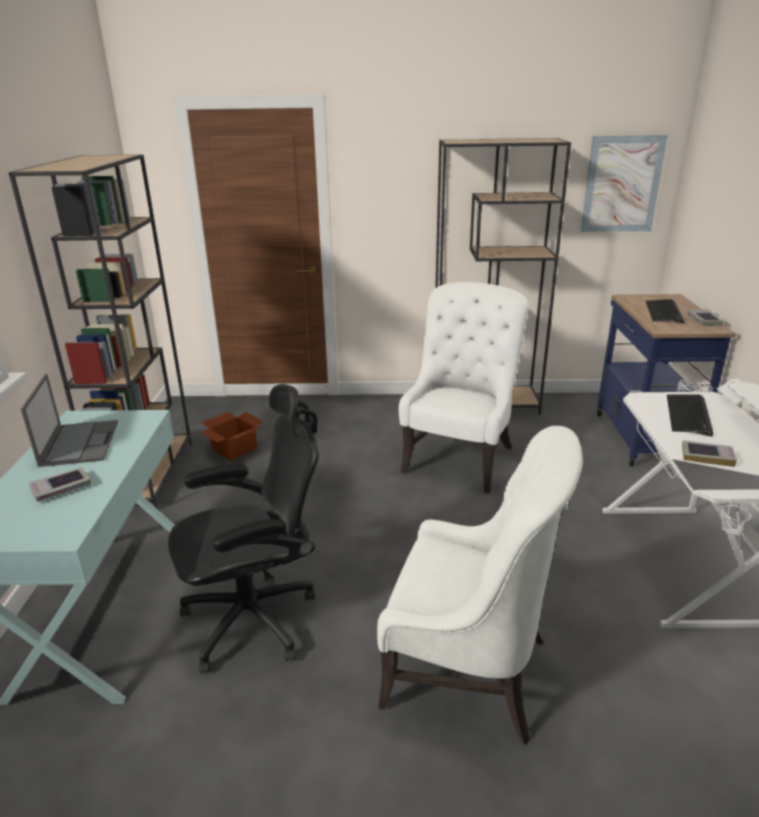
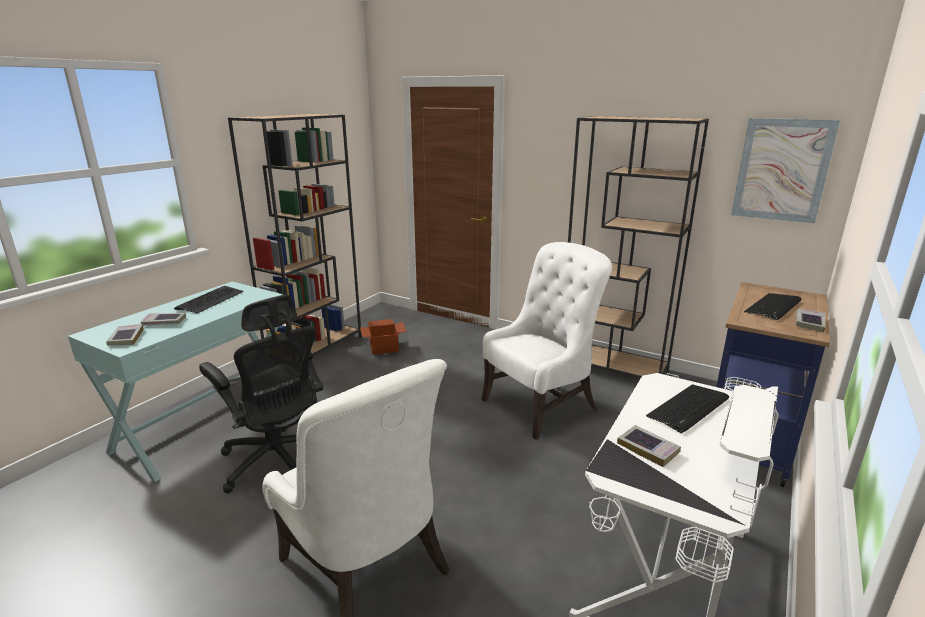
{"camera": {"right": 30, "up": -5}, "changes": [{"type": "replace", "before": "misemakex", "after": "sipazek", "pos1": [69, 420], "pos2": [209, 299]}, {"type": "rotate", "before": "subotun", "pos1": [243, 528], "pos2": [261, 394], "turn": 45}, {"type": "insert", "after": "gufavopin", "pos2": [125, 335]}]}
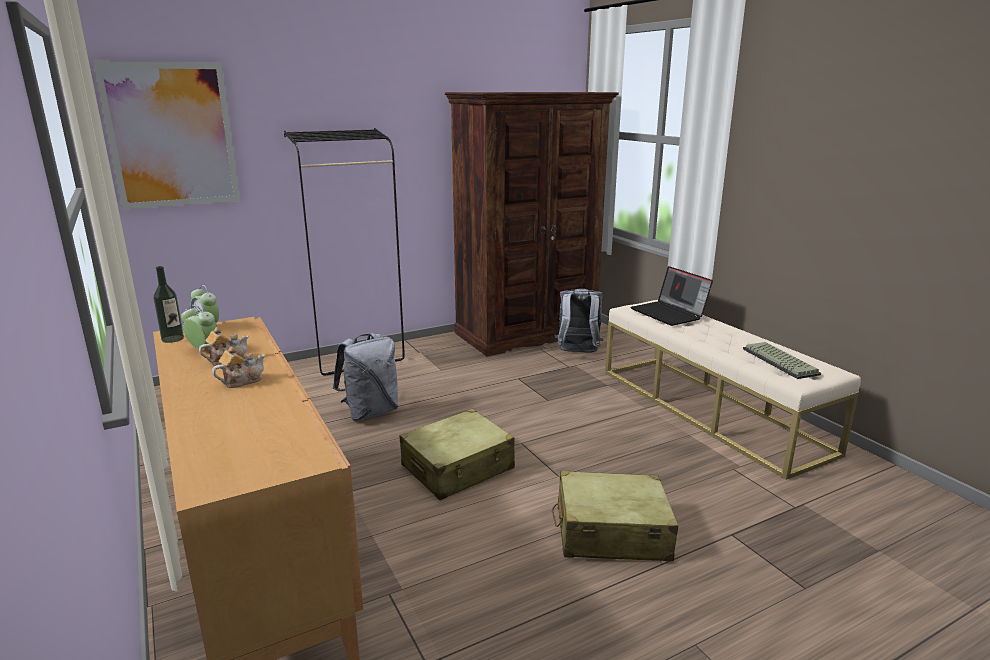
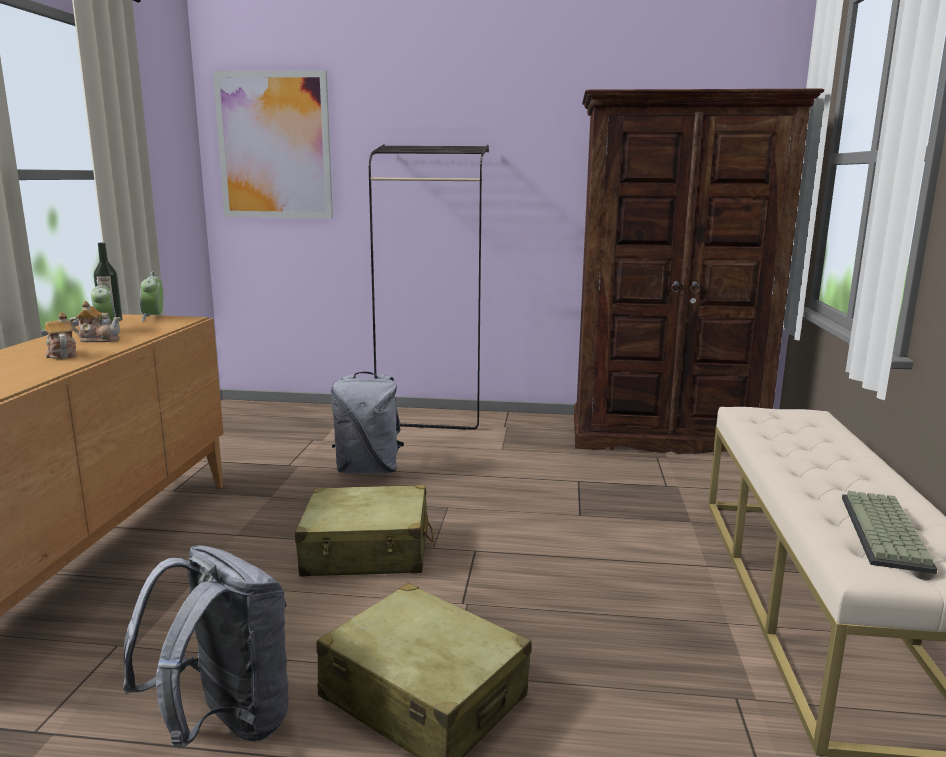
{"camera": {"right": 35, "up": -5}, "changes": [{"type": "delete", "before": "misemakex", "pos1": [671, 296]}, {"type": "move", "before": "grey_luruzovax", "pos1": [579, 321], "pos2": [206, 646]}, {"type": "rotate", "before": "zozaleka", "pos1": [238, 367], "pos2": [61, 335], "turn": -120}]}
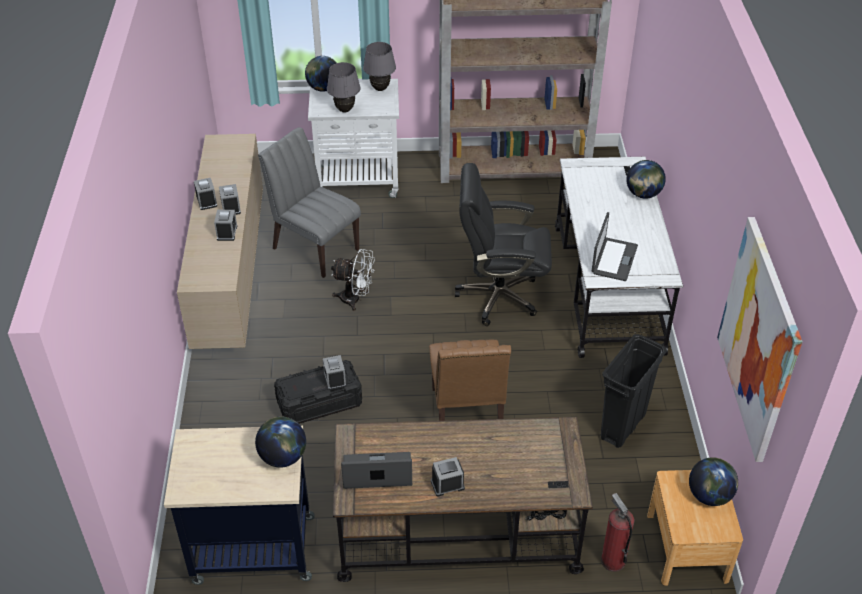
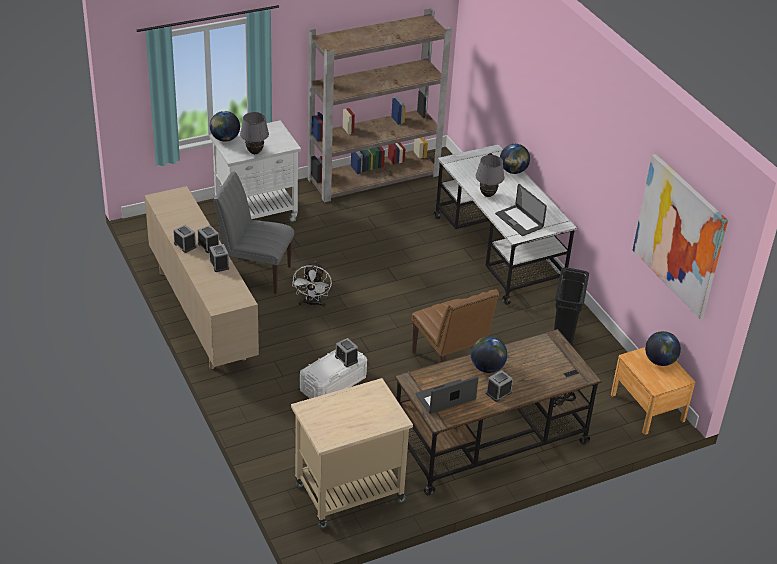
{"camera": {"right": -25, "up": -5}, "changes": [{"type": "move", "before": "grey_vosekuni", "pos1": [379, 66], "pos2": [490, 176]}, {"type": "delete", "before": "black_subotun", "pos1": [503, 244]}, {"type": "rotate", "before": "misemakex", "pos1": [615, 246], "pos2": [521, 210], "turn": 150}, {"type": "rotate", "before": "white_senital", "pos1": [353, 280], "pos2": [312, 284], "turn": 105}, {"type": "recolor", "before": "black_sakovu", "after": "white_sakovu", "pos1": [318, 392], "pos2": [333, 374]}, {"type": "move", "before": "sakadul", "pos1": [280, 442], "pos2": [489, 354]}, {"type": "recolor", "before": "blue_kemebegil", "after": "beige_kemebegil", "pos1": [239, 505], "pos2": [352, 453]}, {"type": "delete", "before": "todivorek", "pos1": [617, 532]}]}
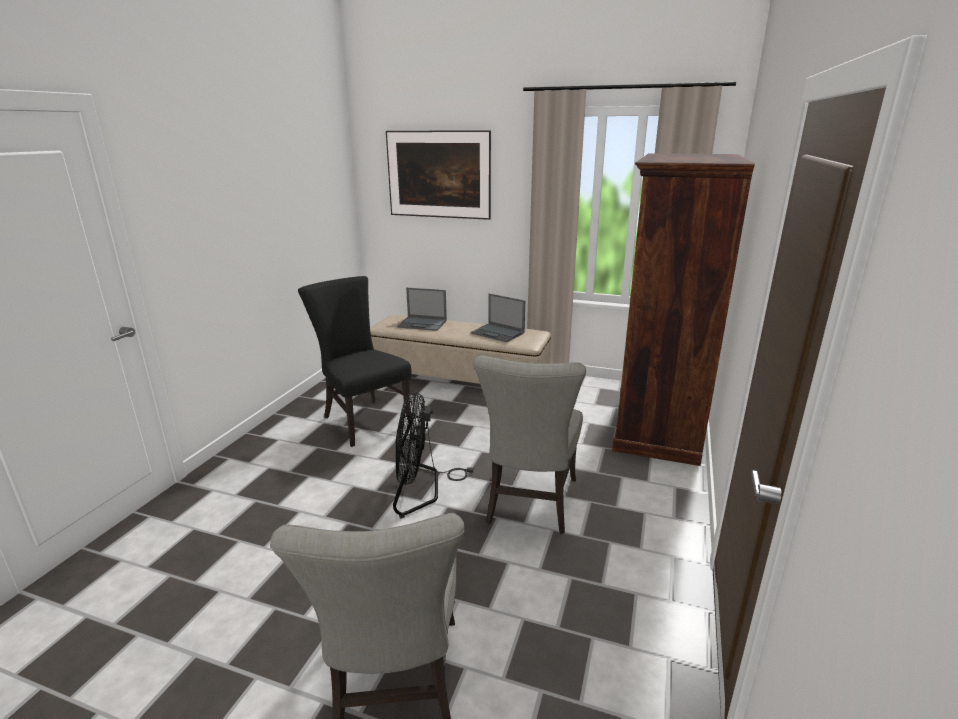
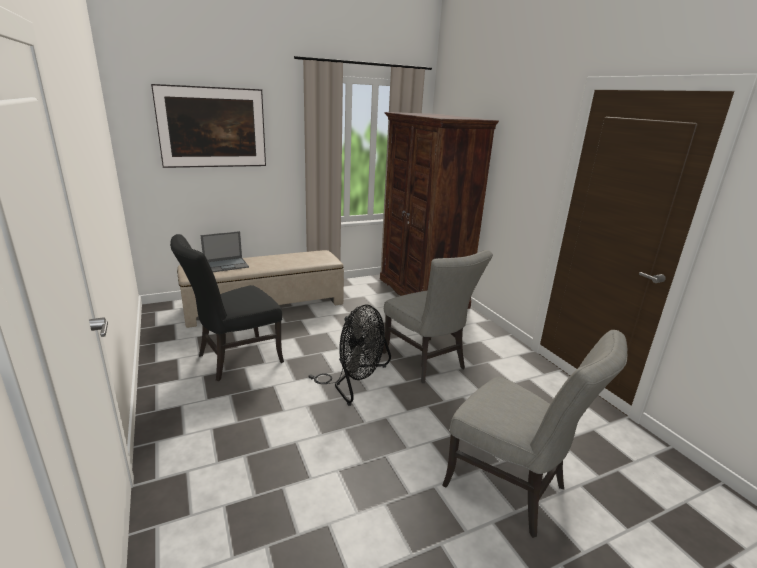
{"camera": {"right": -45, "up": 0}, "changes": [{"type": "rotate", "before": "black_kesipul", "pos1": [355, 361], "pos2": [227, 307], "turn": -45}, {"type": "delete", "before": "misemakex", "pos1": [497, 318]}, {"type": "rotate", "before": "black_senital", "pos1": [434, 455], "pos2": [349, 355], "turn": -105}]}
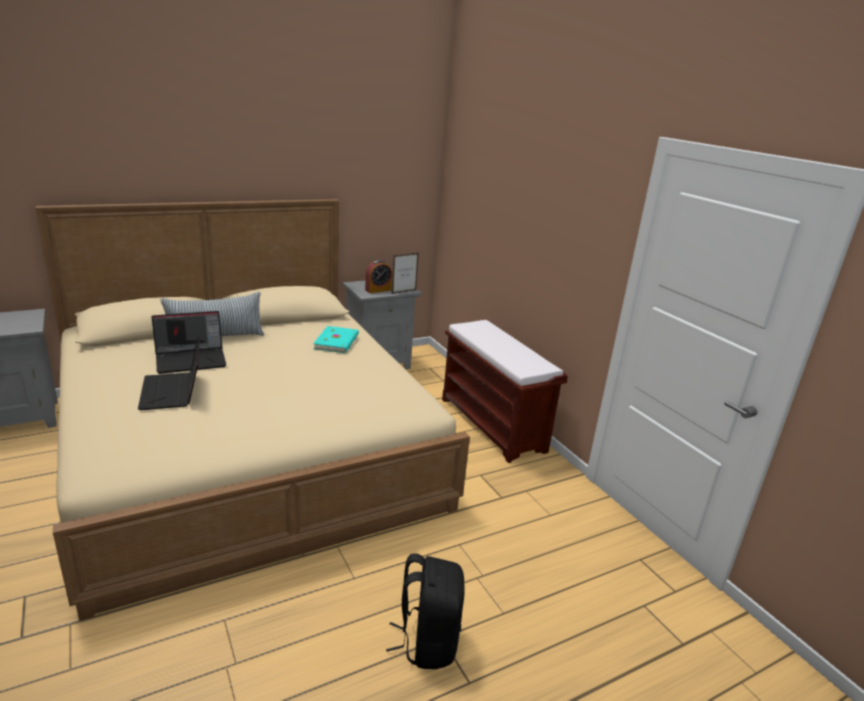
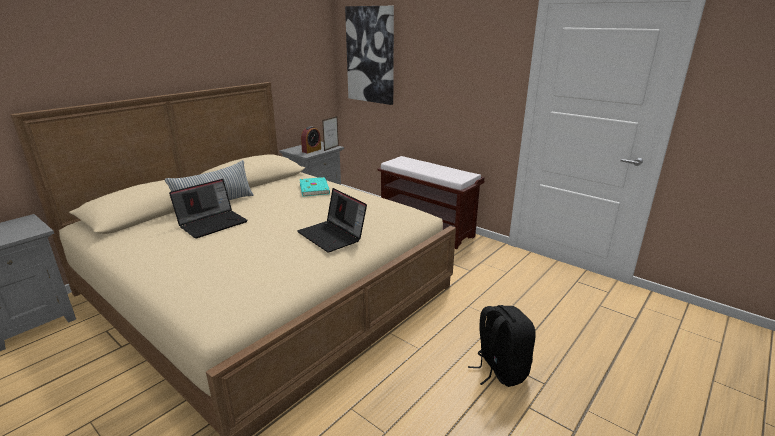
{"camera": {"right": -20, "up": 0}, "changes": [{"type": "move", "before": "misemakex", "pos1": [169, 372], "pos2": [332, 220]}, {"type": "insert", "after": "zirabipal", "pos2": [369, 55]}]}
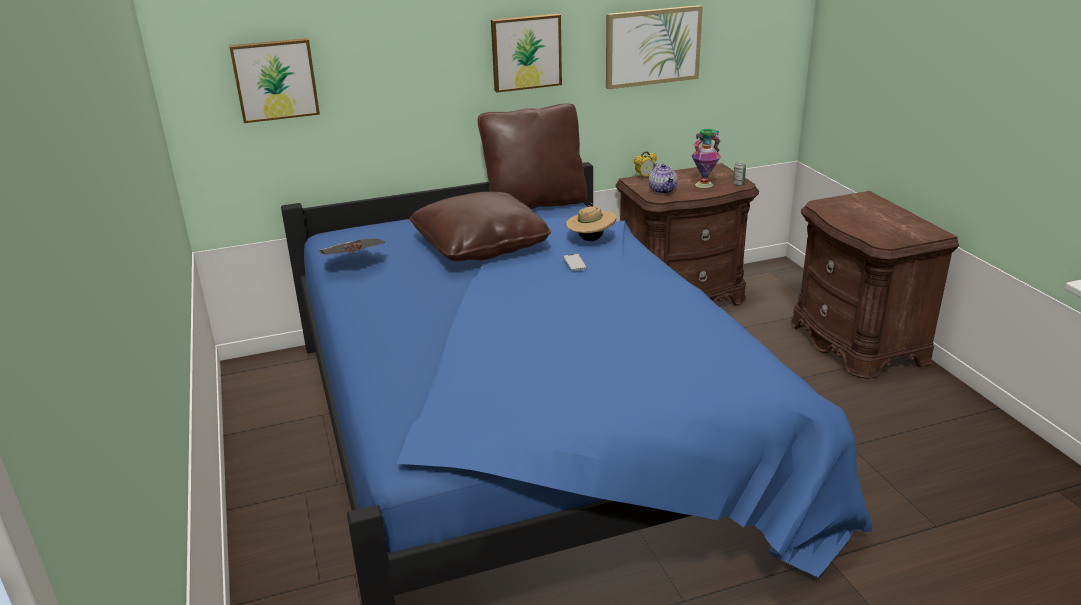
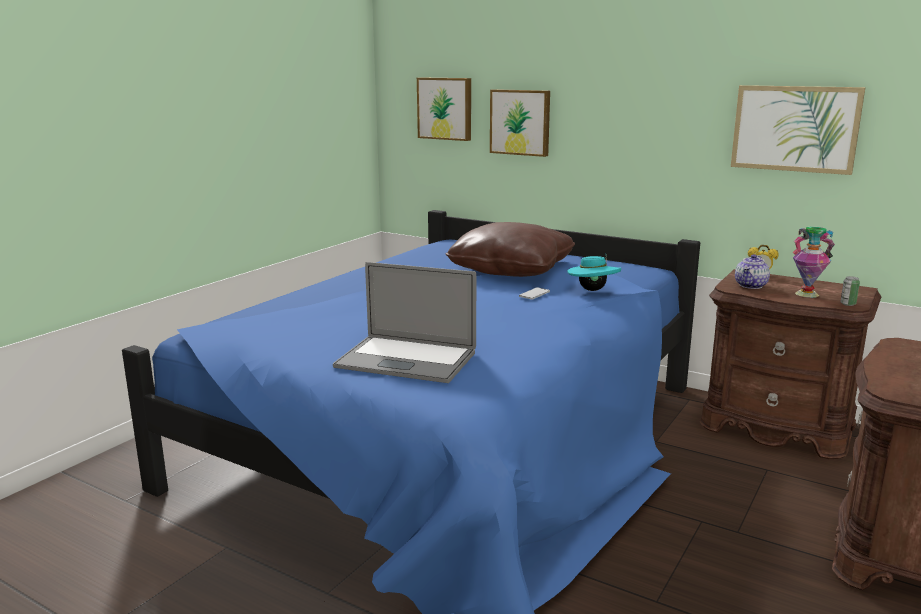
{"camera": {"right": 50, "up": -10}, "changes": [{"type": "move", "before": "zirabipal", "pos1": [526, 53], "pos2": [520, 123]}, {"type": "delete", "before": "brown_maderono", "pos1": [532, 156]}, {"type": "recolor", "before": "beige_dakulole", "after": "turquoise_dakulole", "pos1": [591, 221], "pos2": [594, 273]}, {"type": "delete", "before": "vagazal", "pos1": [351, 247]}, {"type": "insert", "after": "misemakex", "pos2": [404, 322]}]}
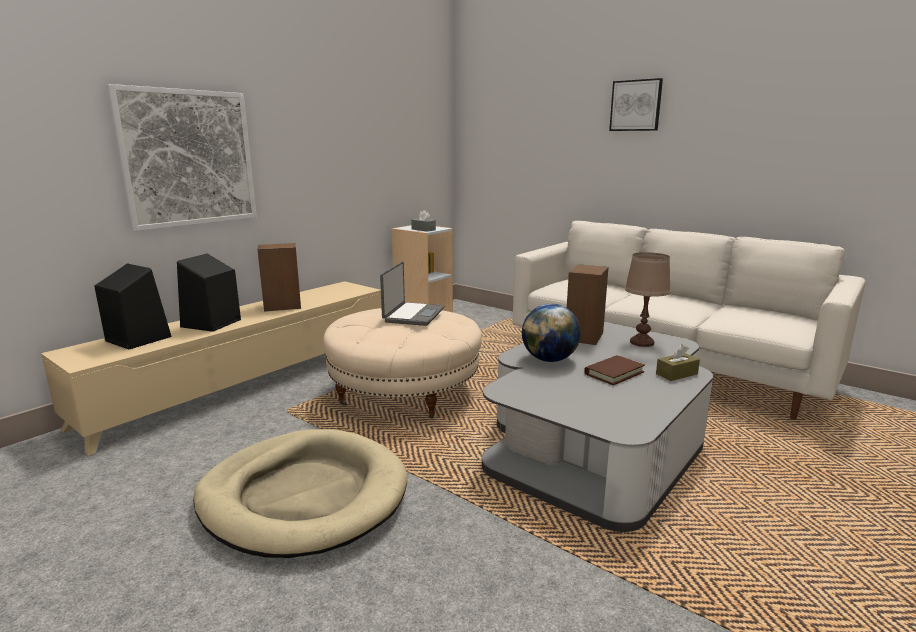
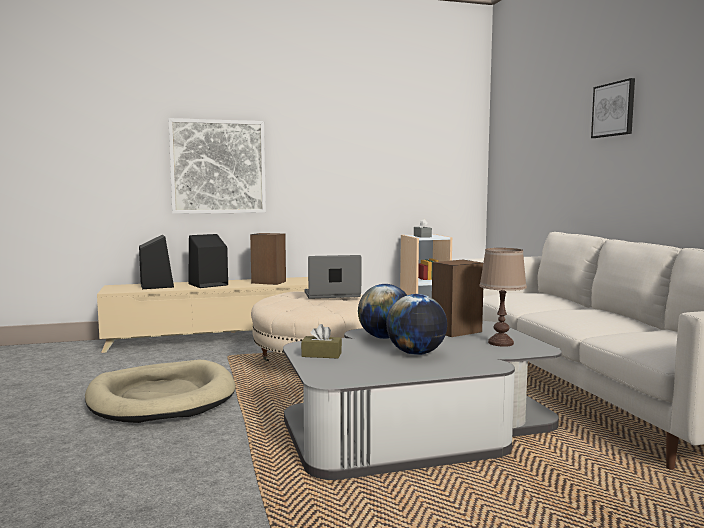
{"camera": {"right": 35, "up": -10}, "changes": [{"type": "rotate", "before": "misemakex", "pos1": [412, 294], "pos2": [332, 277], "turn": -150}, {"type": "move", "before": "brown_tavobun", "pos1": [678, 363], "pos2": [321, 341]}, {"type": "replace", "before": "brown_gufavopin", "after": "sakadul", "pos1": [614, 370], "pos2": [416, 324]}]}
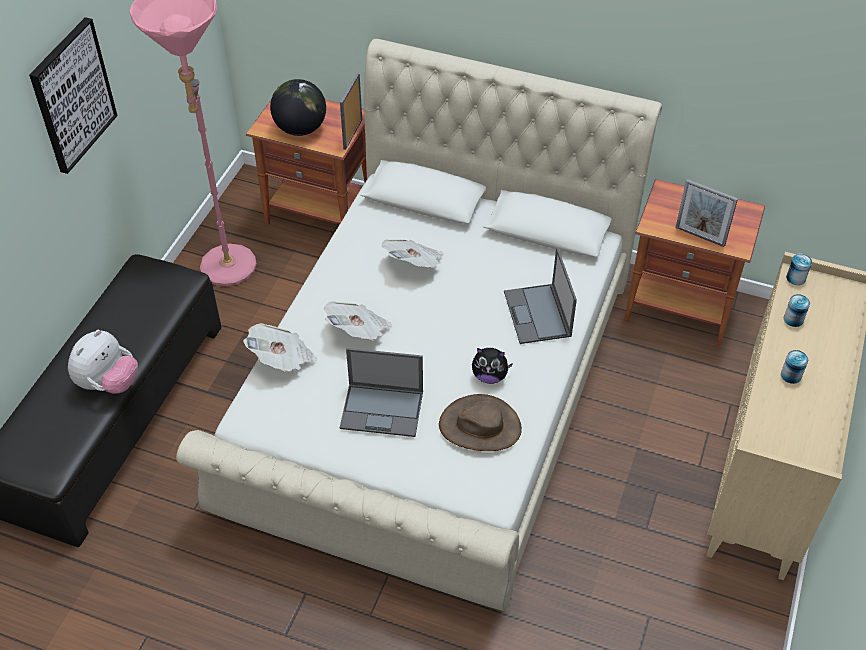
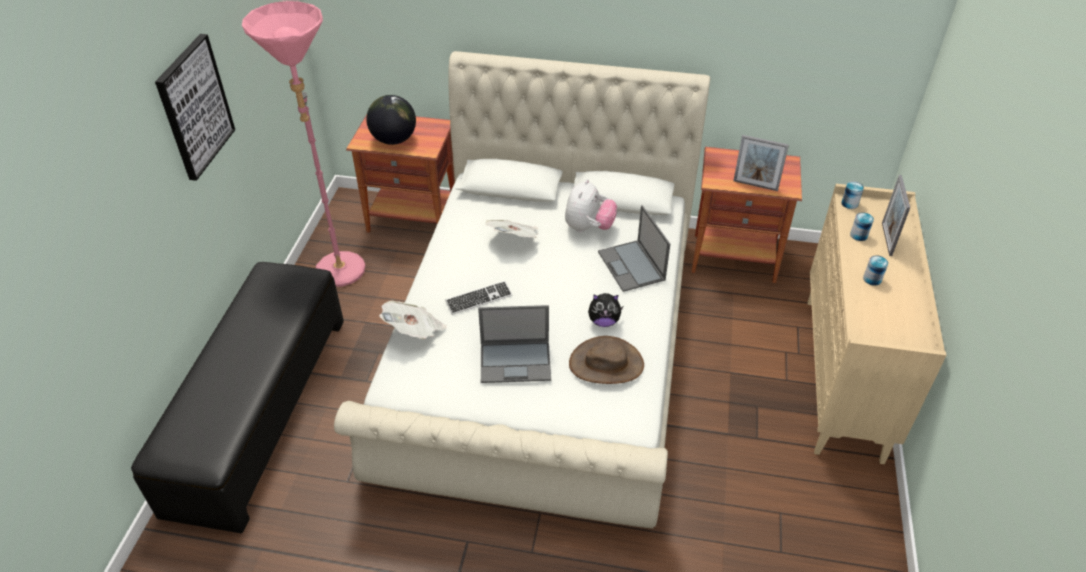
{"camera": {"right": -10, "up": -5}, "changes": [{"type": "move", "before": "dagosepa", "pos1": [351, 111], "pos2": [896, 215]}, {"type": "replace", "before": "vagazal", "after": "sipazek", "pos1": [358, 320], "pos2": [478, 298]}, {"type": "move", "before": "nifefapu", "pos1": [103, 362], "pos2": [591, 205]}]}
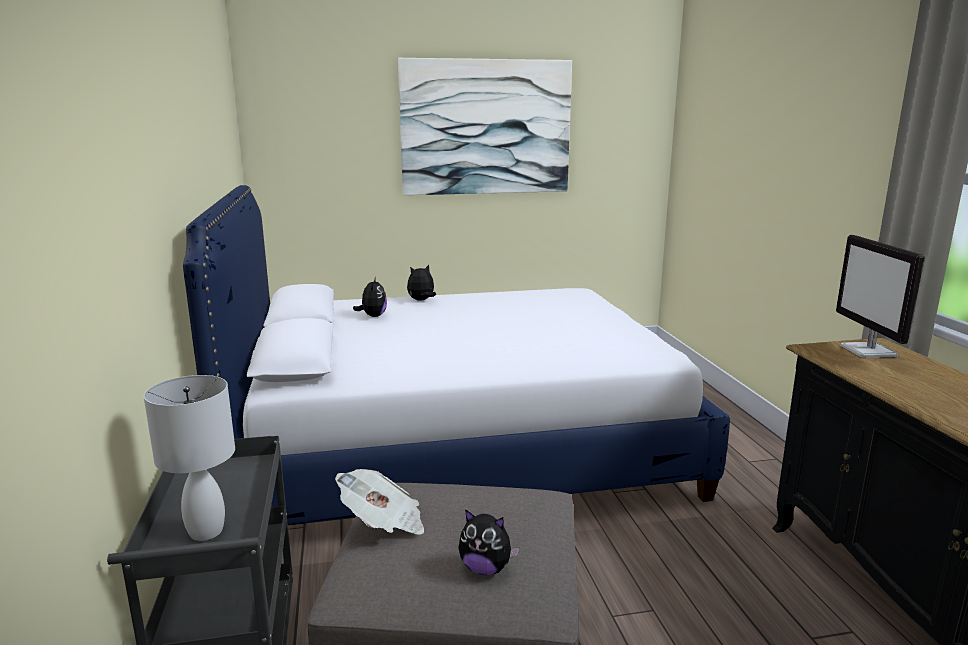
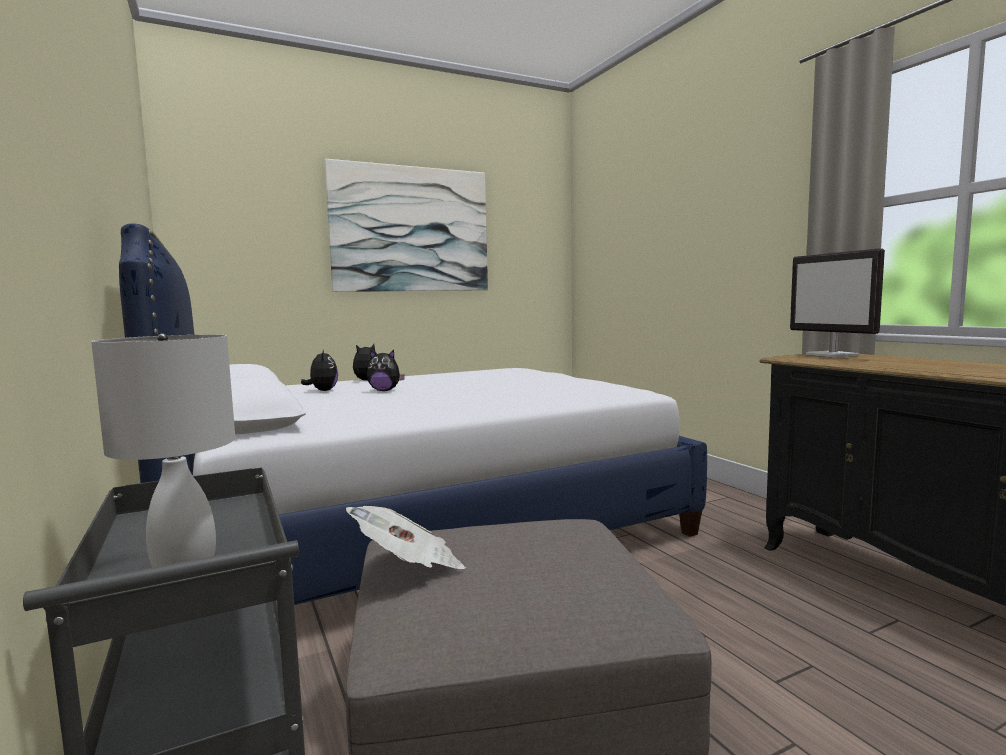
{"camera": {"right": -15, "up": -10}, "changes": [{"type": "move", "before": "nifefapu", "pos1": [488, 542], "pos2": [386, 370]}]}
